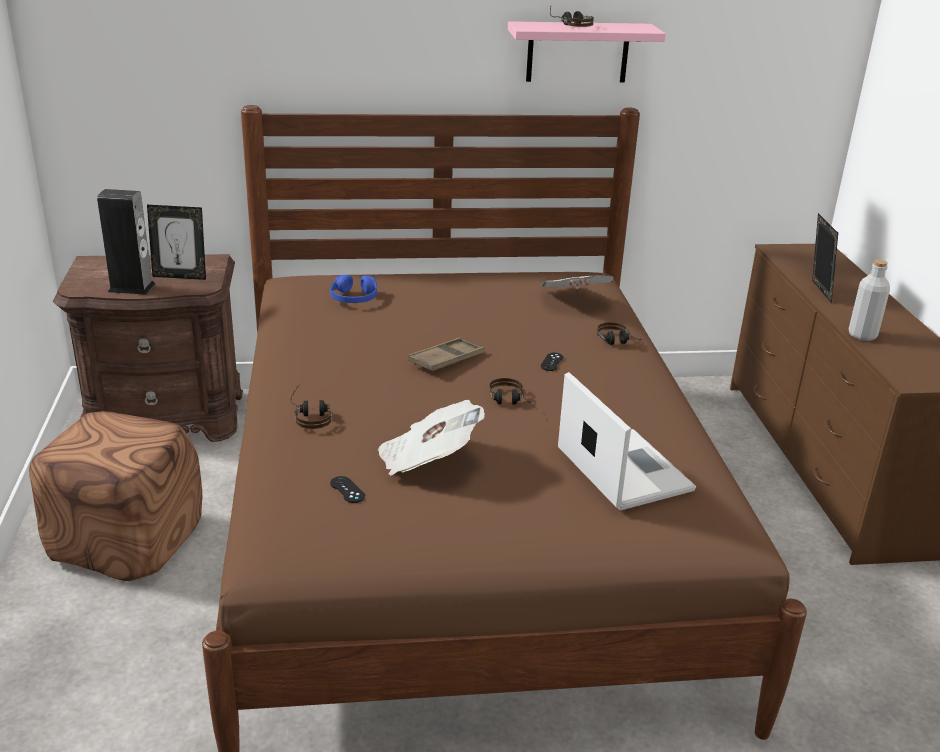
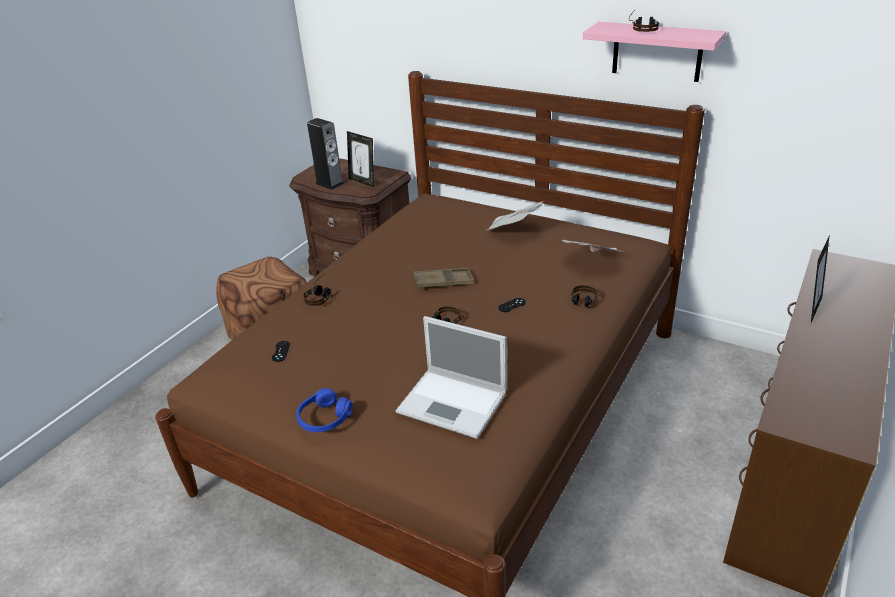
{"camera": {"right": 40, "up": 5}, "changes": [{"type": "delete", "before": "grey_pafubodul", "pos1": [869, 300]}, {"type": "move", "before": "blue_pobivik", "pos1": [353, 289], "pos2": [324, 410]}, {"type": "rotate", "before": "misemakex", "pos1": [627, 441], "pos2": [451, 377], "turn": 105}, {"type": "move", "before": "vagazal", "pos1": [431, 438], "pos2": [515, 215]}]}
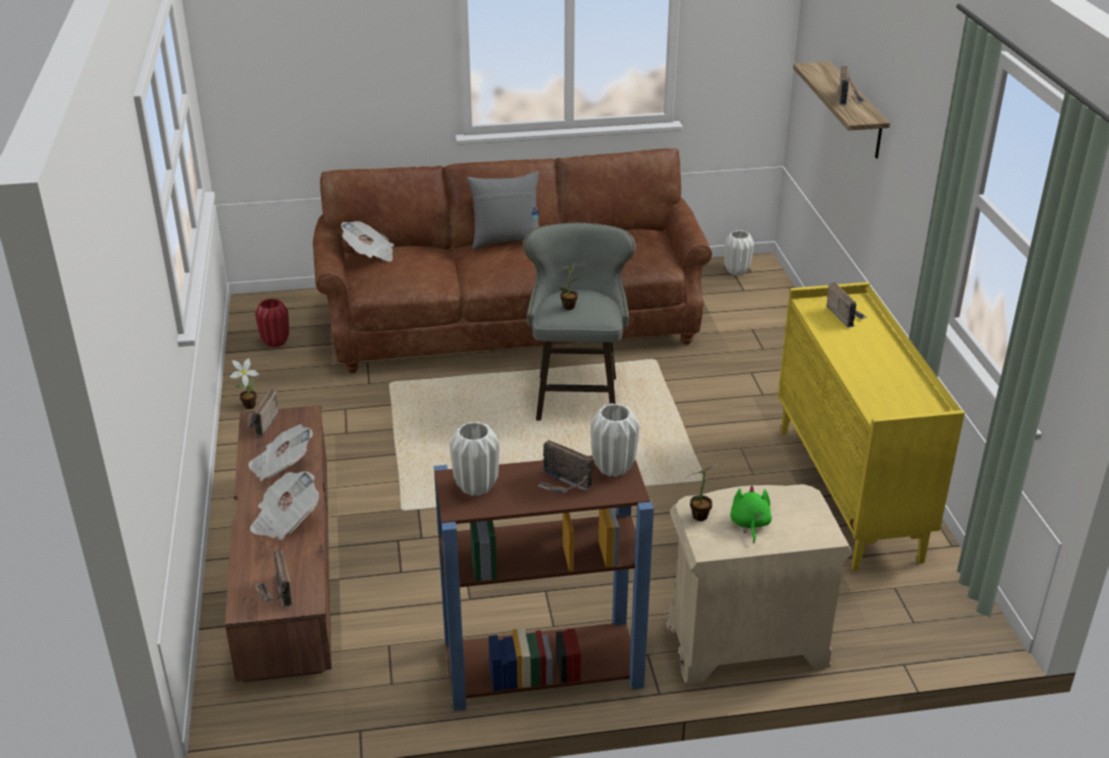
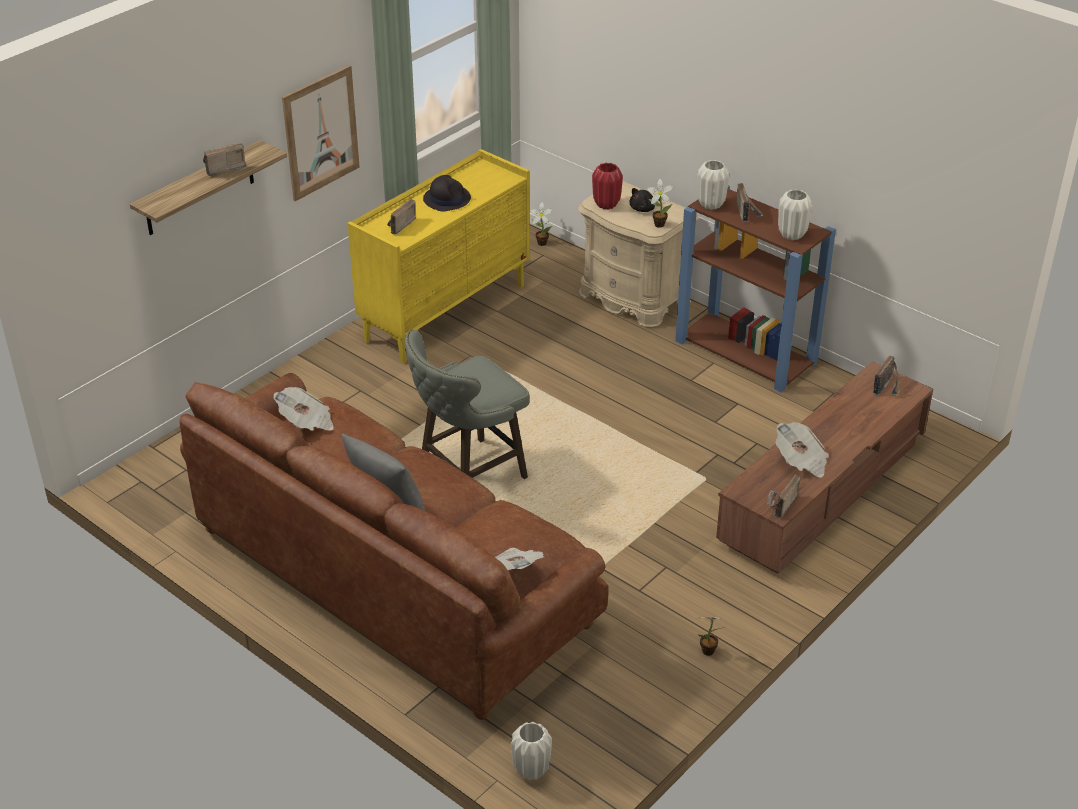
{"camera": {"right": -130, "up": 5}, "changes": [{"type": "move", "before": "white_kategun", "pos1": [739, 252], "pos2": [531, 751]}, {"type": "move", "before": "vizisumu", "pos1": [570, 286], "pos2": [541, 224]}, {"type": "move", "before": "red_kategun", "pos1": [272, 322], "pos2": [607, 186]}, {"type": "rotate", "before": "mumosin", "pos1": [263, 412], "pos2": [783, 496], "turn": 150}, {"type": "move", "before": "vagazal", "pos1": [284, 505], "pos2": [303, 409]}, {"type": "recolor", "before": "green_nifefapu", "after": "black_nifefapu", "pos1": [751, 514], "pos2": [644, 200]}, {"type": "insert", "after": "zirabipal", "pos2": [321, 133]}, {"type": "insert", "after": "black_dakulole", "pos2": [447, 193]}]}
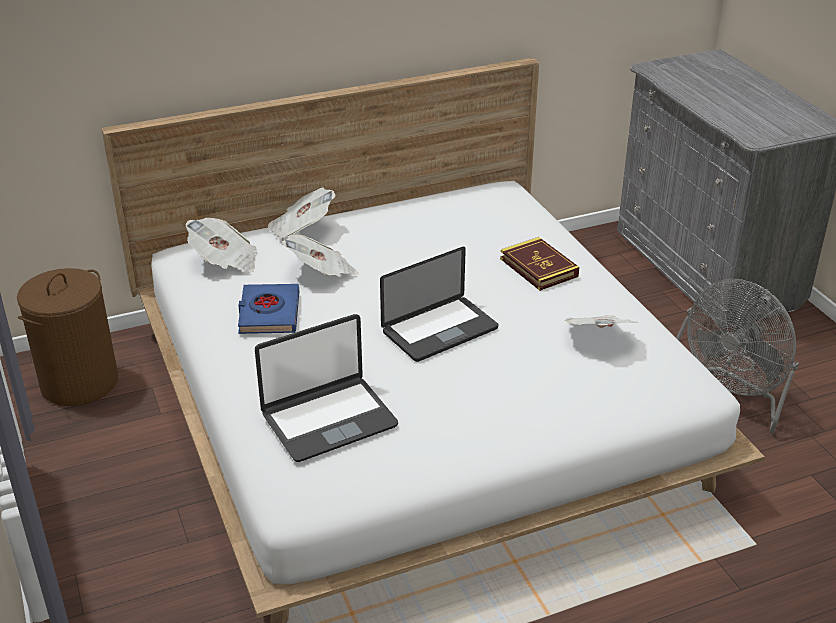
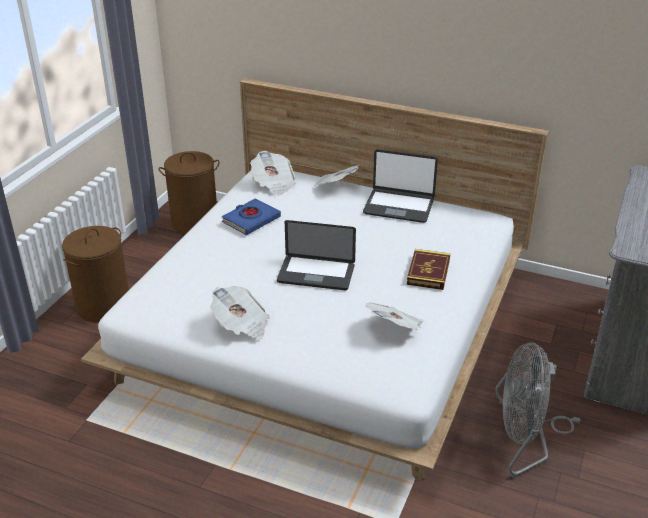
{"camera": {"right": 45, "up": 0}, "changes": [{"type": "move", "before": "vagazal", "pos1": [320, 255], "pos2": [240, 313]}, {"type": "move", "before": "misemakex", "pos1": [326, 388], "pos2": [400, 186]}, {"type": "insert", "after": "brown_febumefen", "pos2": [95, 274]}]}
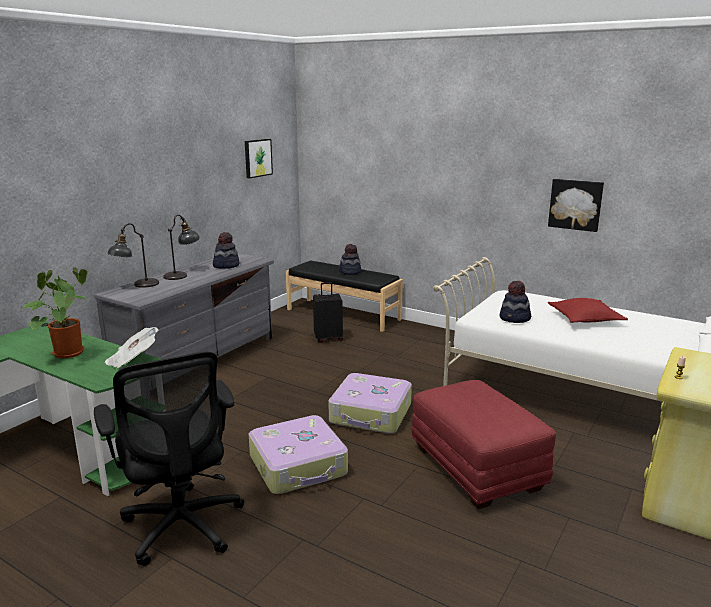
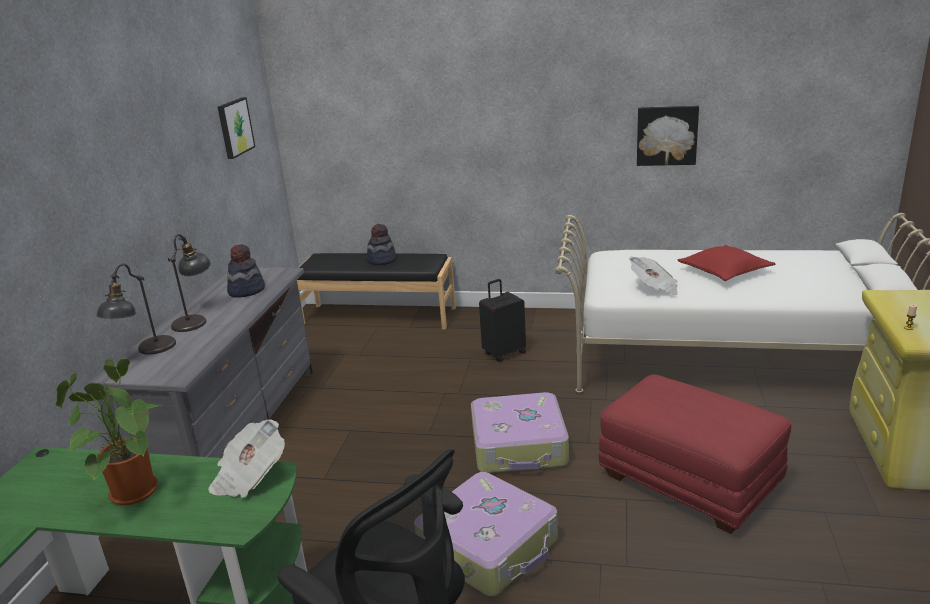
{"camera": {"right": -20, "up": 5}, "changes": [{"type": "replace", "before": "dakulole", "after": "vagazal", "pos1": [515, 302], "pos2": [653, 276]}, {"type": "move", "before": "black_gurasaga", "pos1": [328, 312], "pos2": [502, 320]}]}
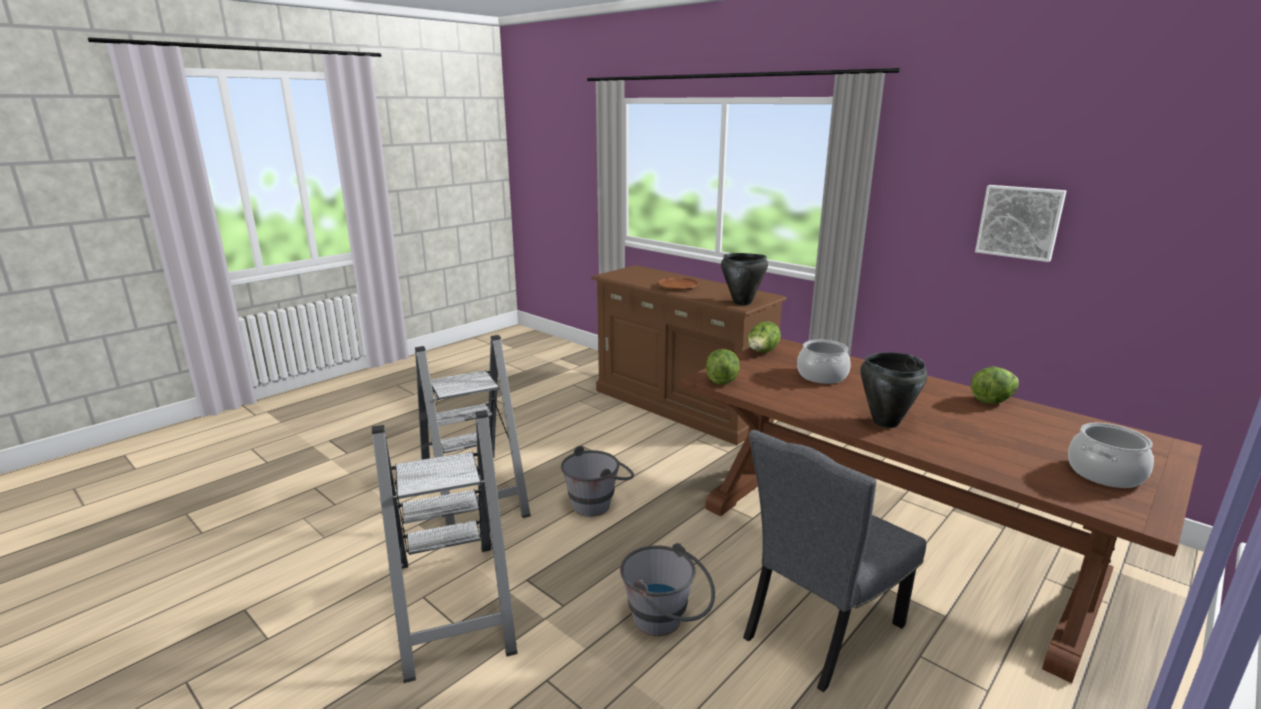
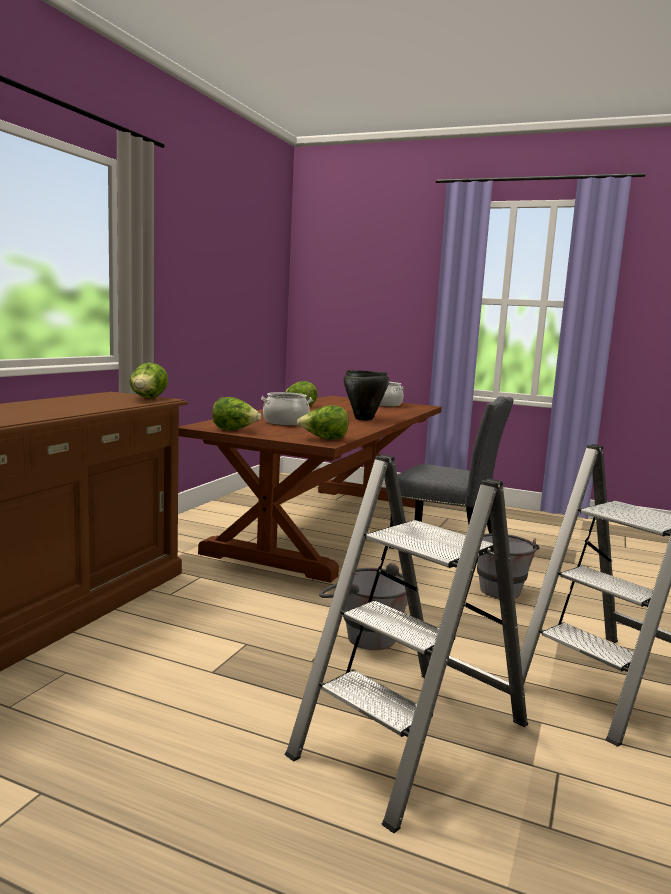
{"camera": {"right": -110, "up": -10}, "changes": [{"type": "delete", "before": "zirabipal", "pos1": [1020, 223]}, {"type": "replace", "before": "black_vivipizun", "after": "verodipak", "pos1": [744, 279], "pos2": [149, 380]}, {"type": "delete", "before": "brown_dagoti", "pos1": [678, 284]}]}
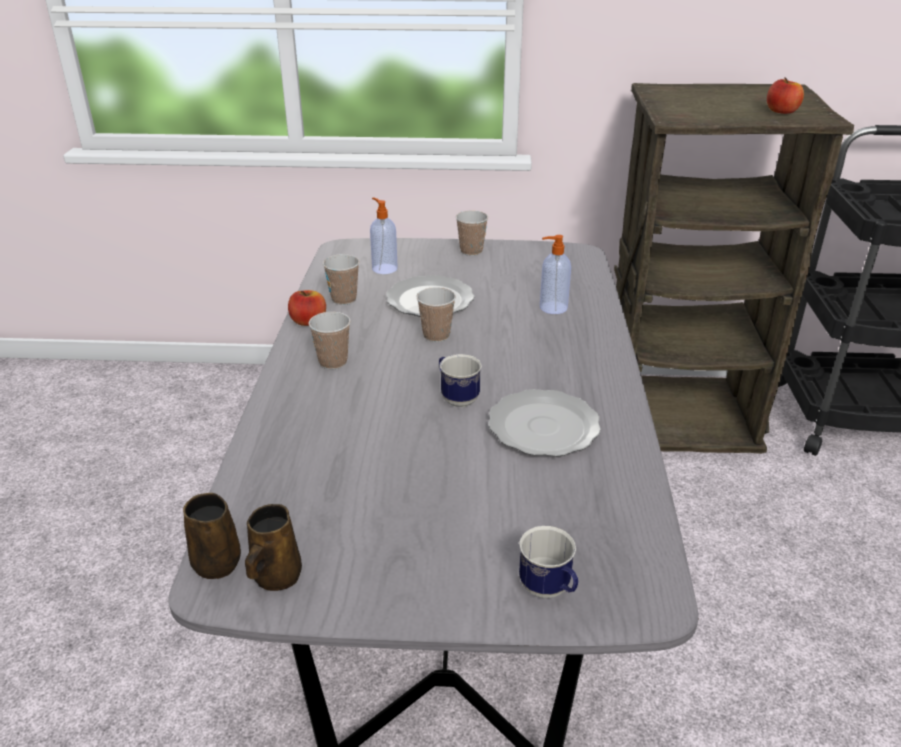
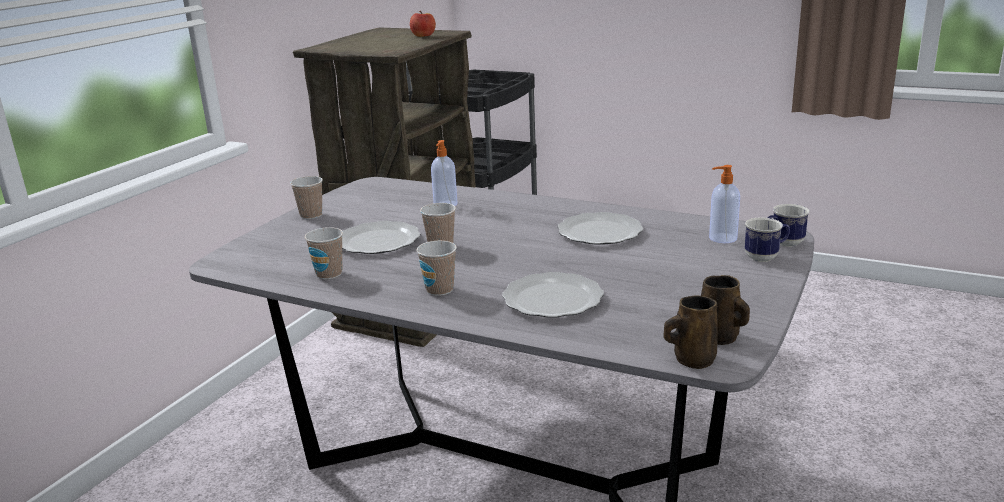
{"camera": {"right": -65, "up": -10}, "changes": [{"type": "move", "before": "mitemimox", "pos1": [384, 235], "pos2": [724, 204]}, {"type": "delete", "before": "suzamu", "pos1": [307, 308]}, {"type": "move", "before": "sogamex", "pos1": [460, 380], "pos2": [788, 225]}, {"type": "insert", "after": "dagoti", "pos2": [553, 295]}]}
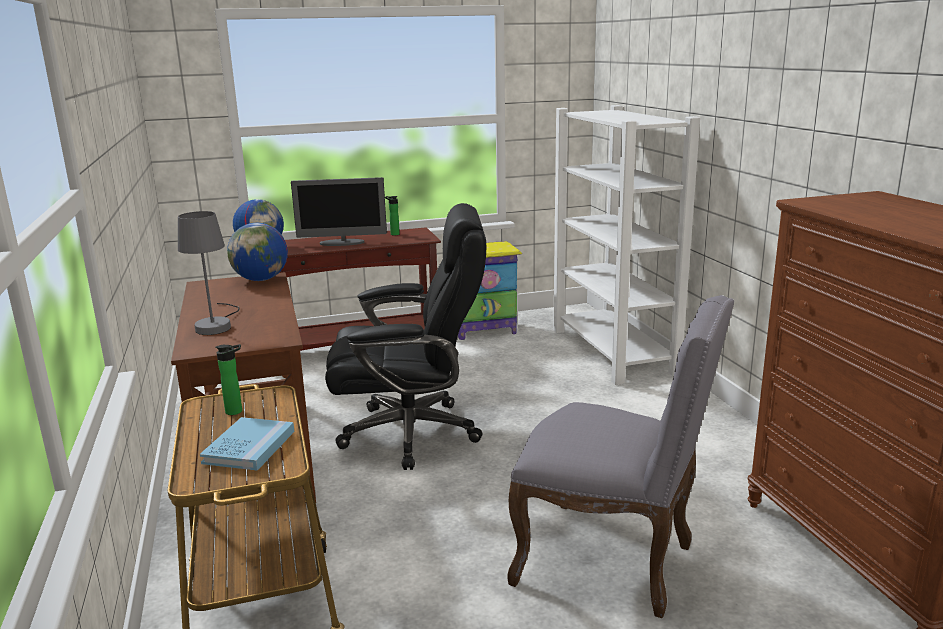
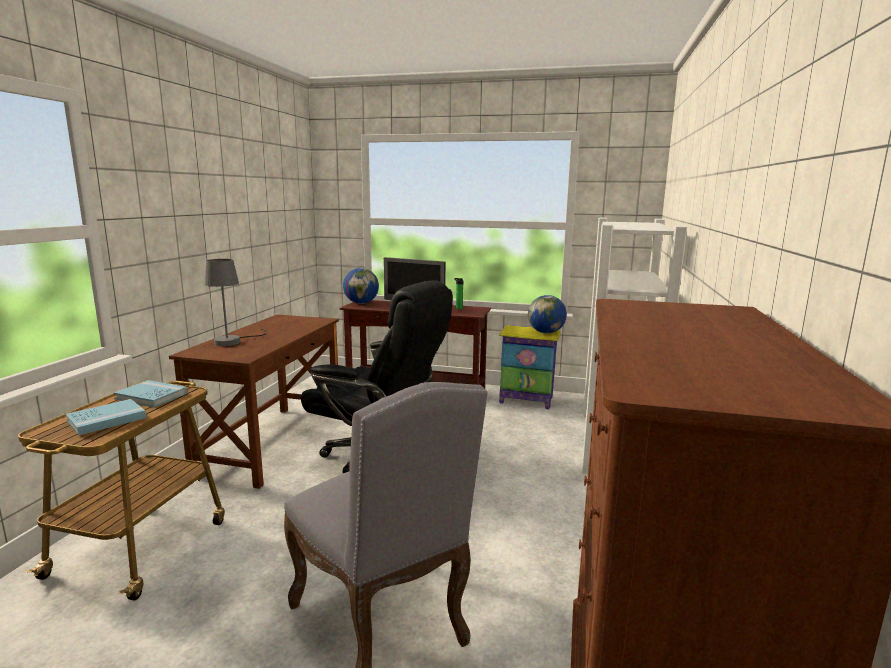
{"camera": {"right": 30, "up": -5}, "changes": [{"type": "move", "before": "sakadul", "pos1": [257, 252], "pos2": [547, 314]}, {"type": "replace", "before": "pafubodul", "after": "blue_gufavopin", "pos1": [228, 379], "pos2": [150, 393]}]}
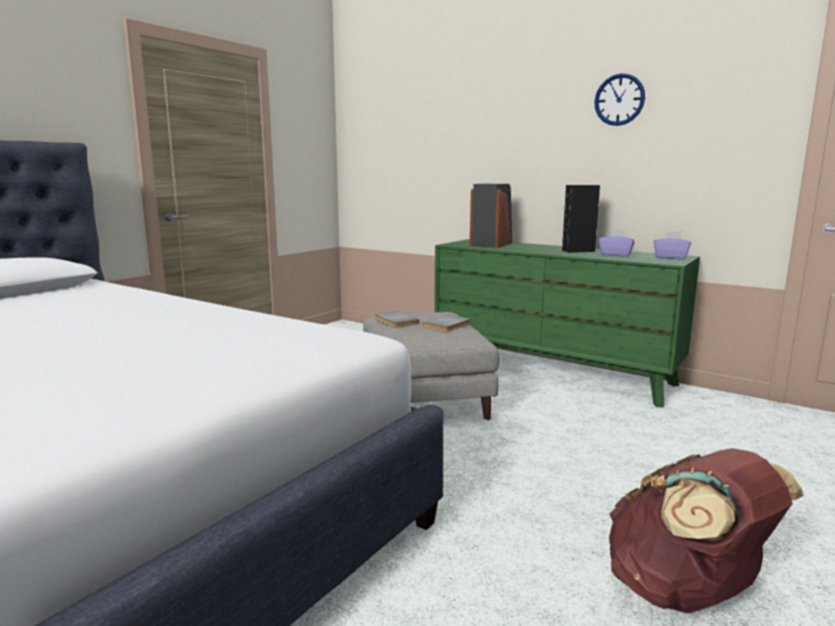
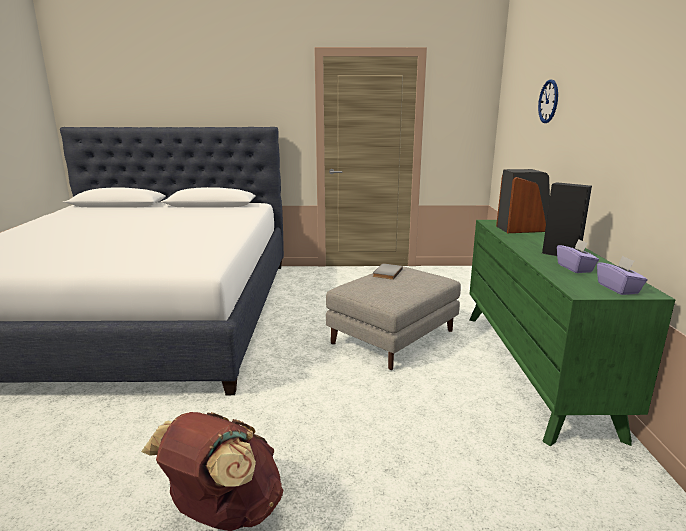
{"camera": {"right": 55, "up": 5}, "changes": [{"type": "move", "before": "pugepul", "pos1": [619, 99], "pos2": [548, 101]}, {"type": "delete", "before": "grey_gufavopin", "pos1": [447, 323]}]}
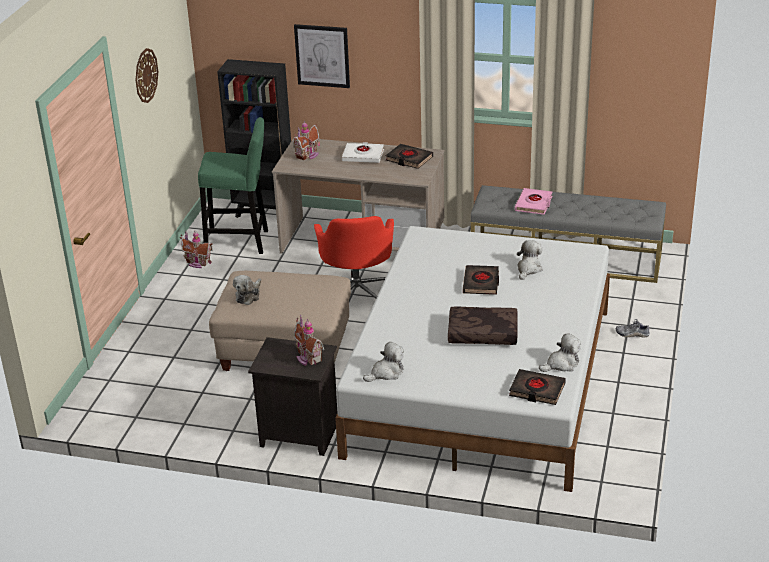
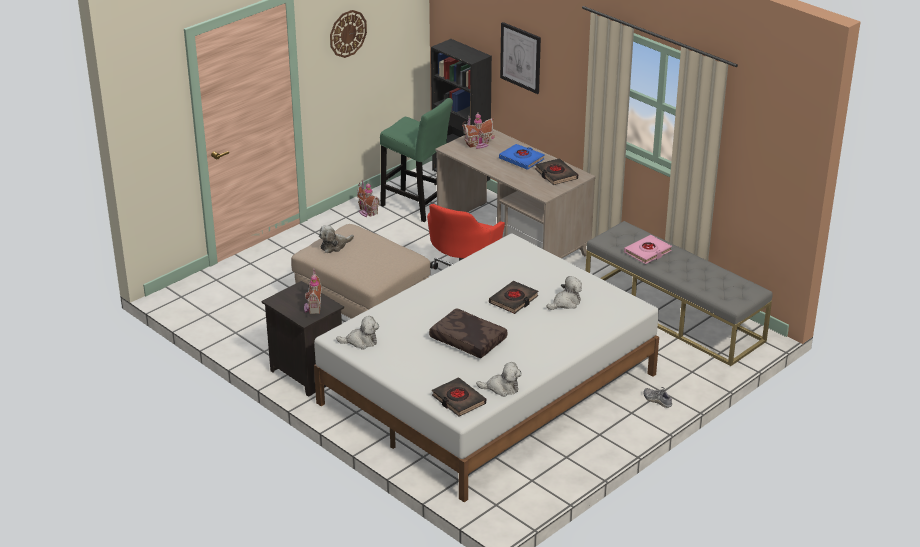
{"camera": {"right": 30, "up": 0}, "changes": [{"type": "recolor", "before": "white_gufavopin", "after": "blue_gufavopin", "pos1": [363, 152], "pos2": [522, 157]}]}
